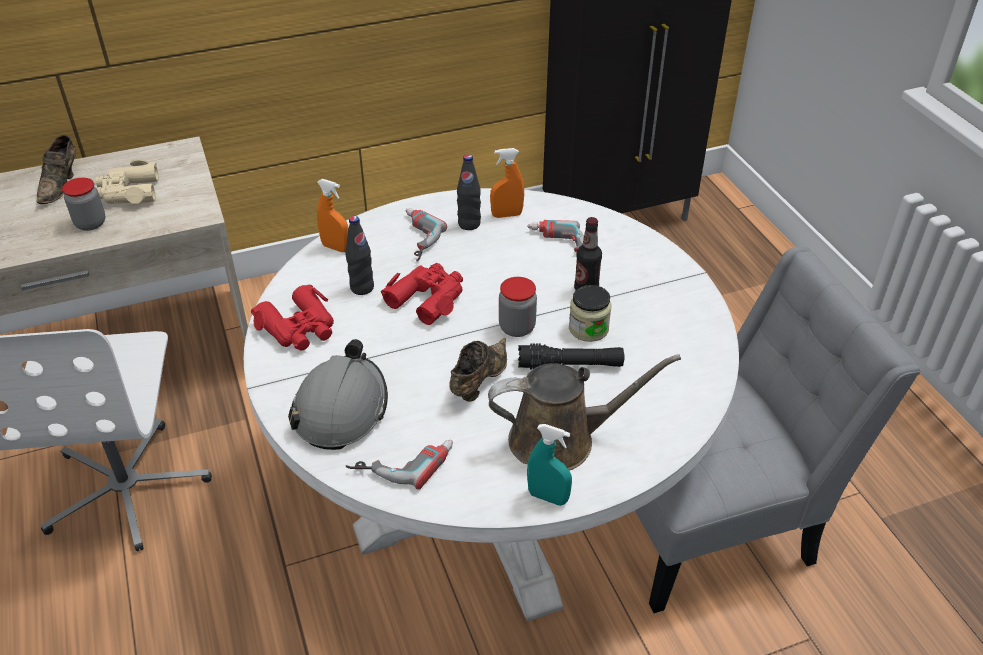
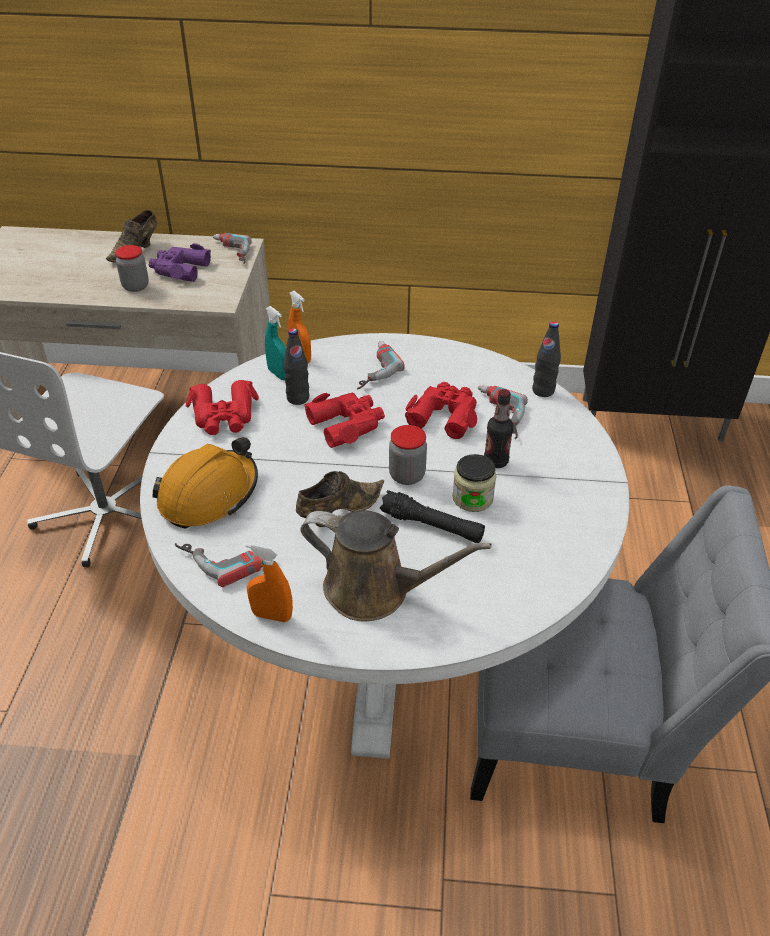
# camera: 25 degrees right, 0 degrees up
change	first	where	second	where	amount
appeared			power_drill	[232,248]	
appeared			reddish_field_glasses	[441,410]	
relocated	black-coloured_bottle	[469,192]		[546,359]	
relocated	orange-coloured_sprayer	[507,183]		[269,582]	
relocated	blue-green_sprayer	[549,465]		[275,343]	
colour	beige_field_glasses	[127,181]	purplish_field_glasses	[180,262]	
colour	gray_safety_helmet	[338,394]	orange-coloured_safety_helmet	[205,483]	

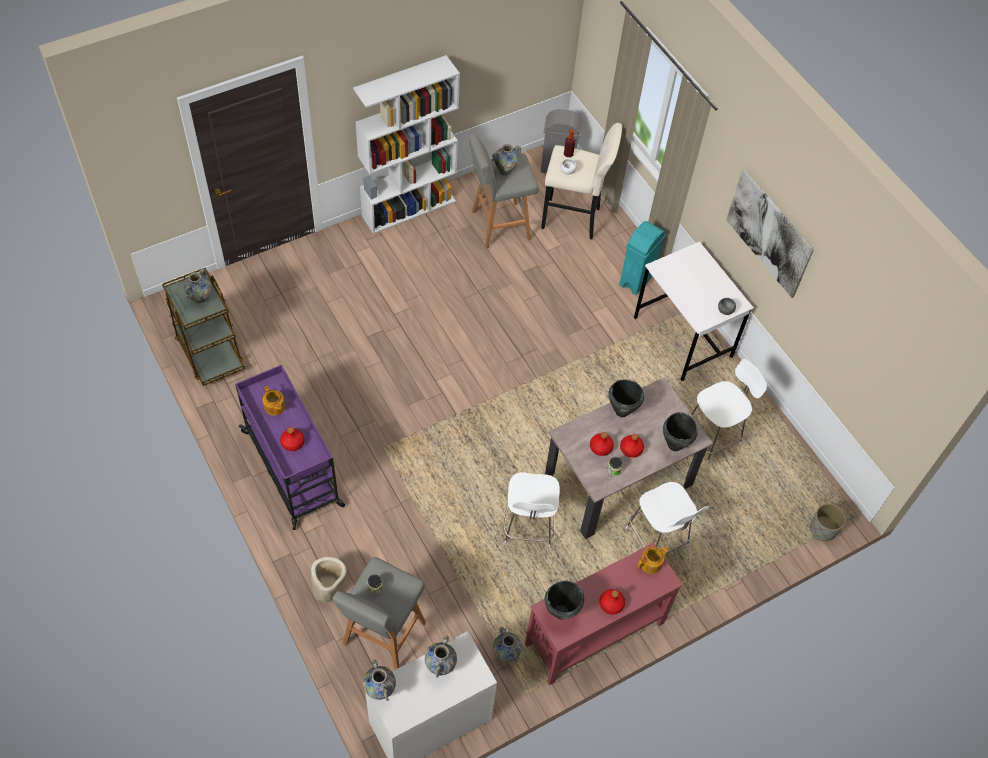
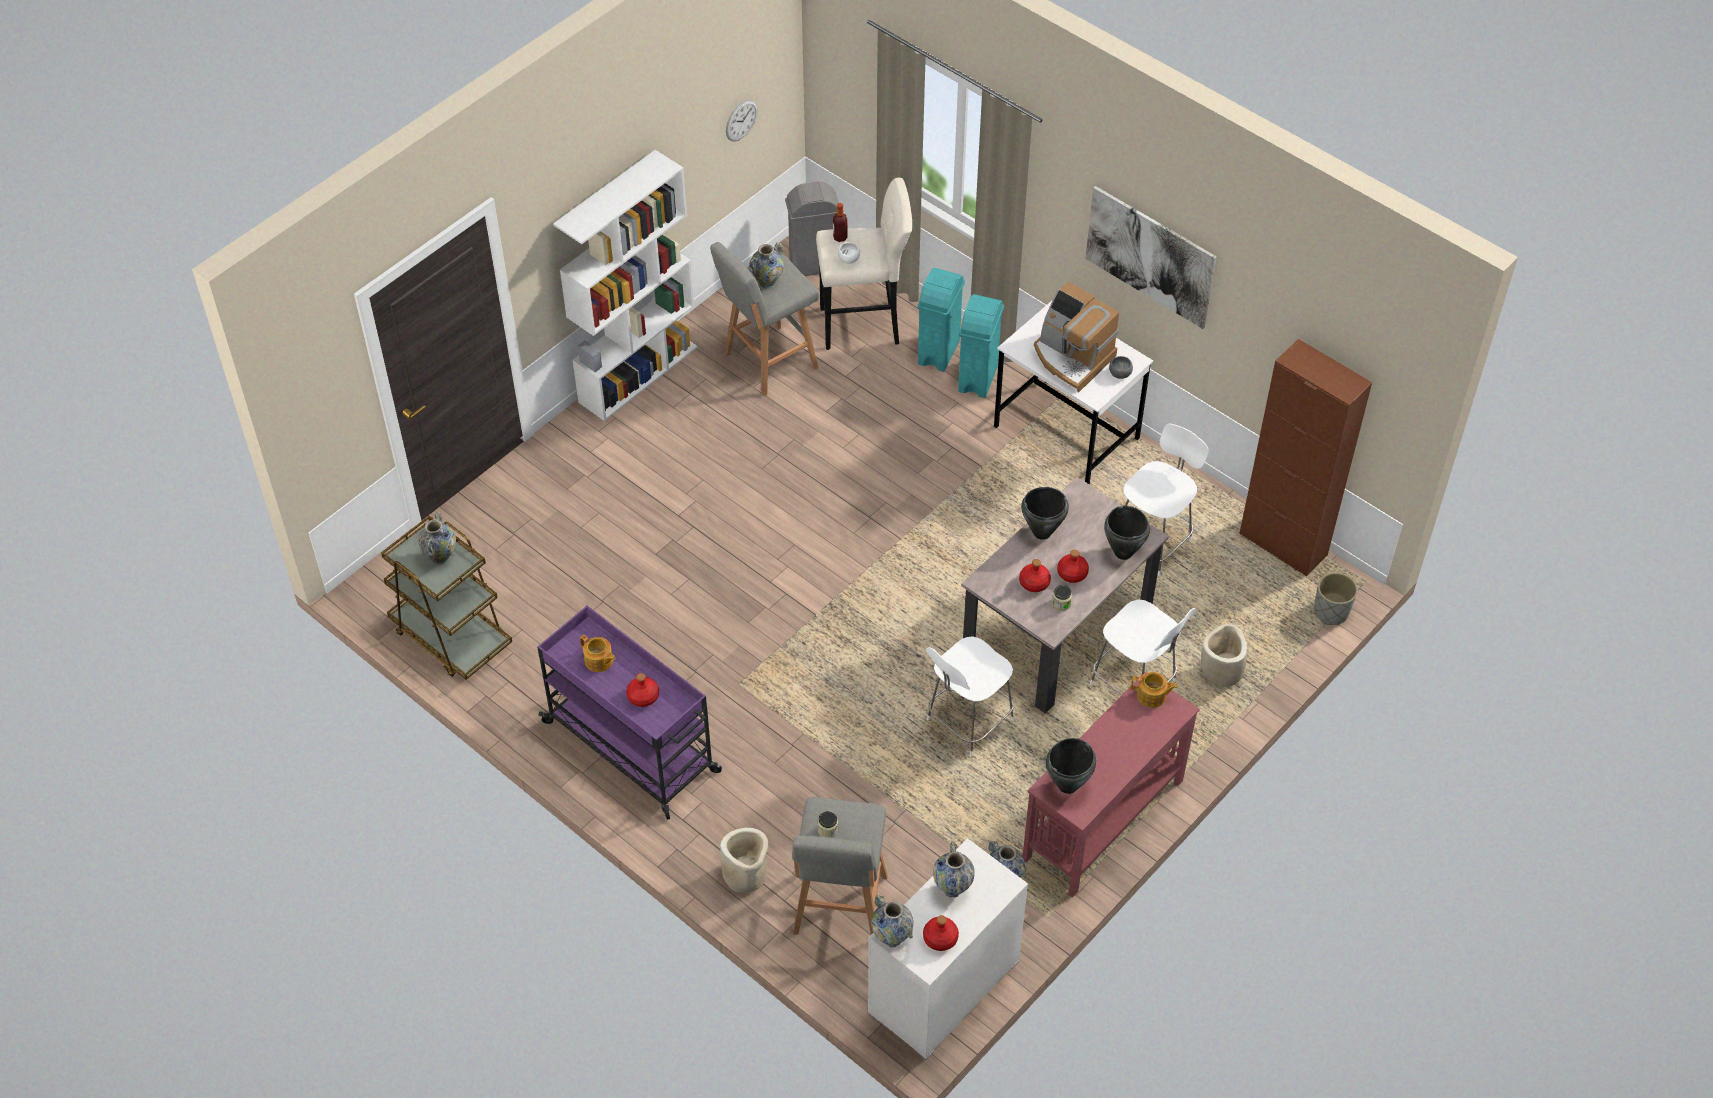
# camera: 15 degrees left, 5 degrees down
change	first	where	second	where	amount
appeared			hanging_clock	[742,121]	
appeared			blue-green_trash_can	[941,320]	
appeared			coffee_brewer	[1076,337]	
appeared			beige_planter	[1224,655]	
appeared			brown-coloured_cupboard	[1305,457]	
relocated	reddish_bottle	[612,602]		[941,933]	
spun	white_upright_chair	[531,510]		[970,696]	60 degrees clockwise
spun	pot_for_tea	[653,560]		[1154,690]	60 degrees clockwise

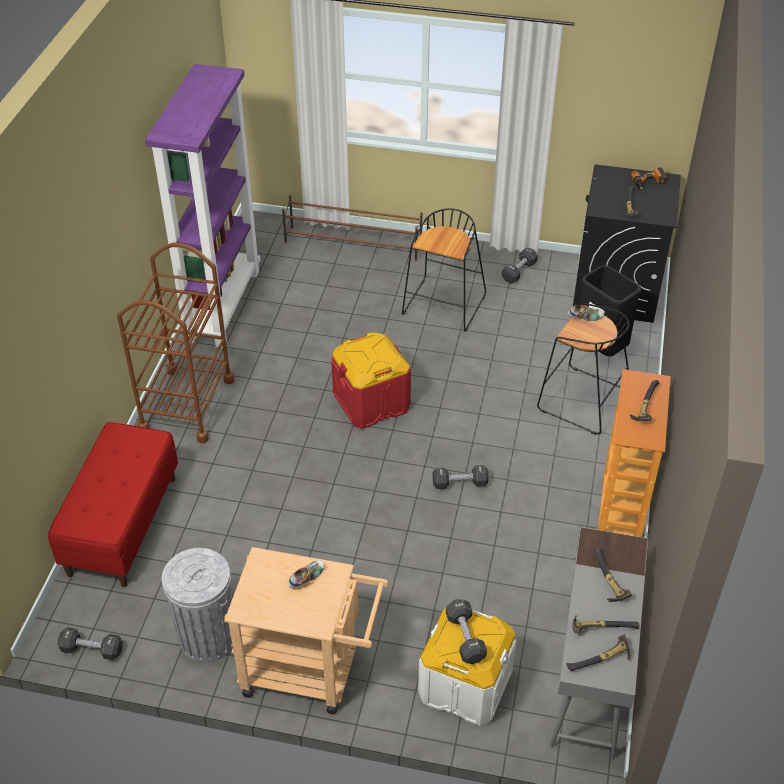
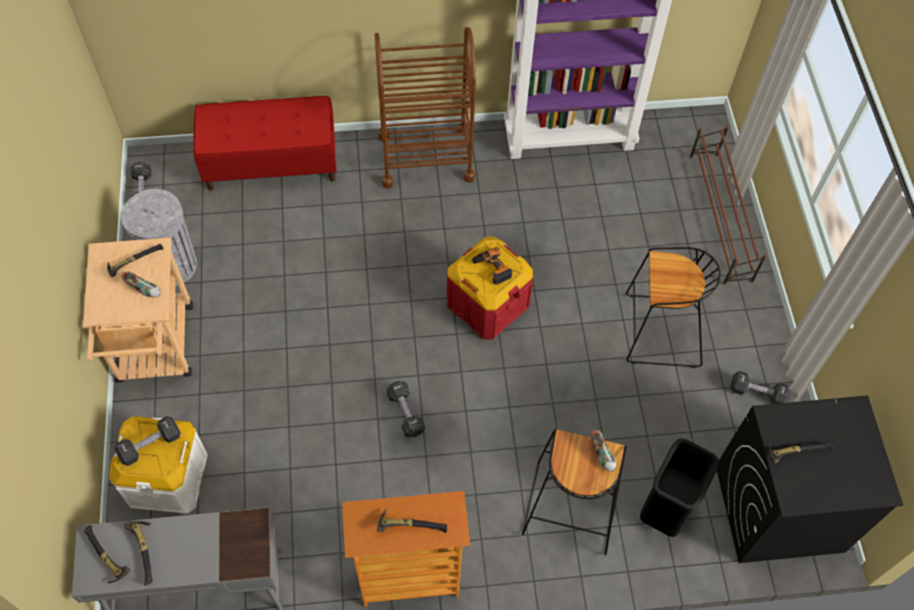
# camera: 70 degrees right, 15 degrees up
change	first	where	second	where	amount
relocated	hand_hammer	[613,574]		[135,260]	
relocated	power_drill	[649,178]		[491,266]	

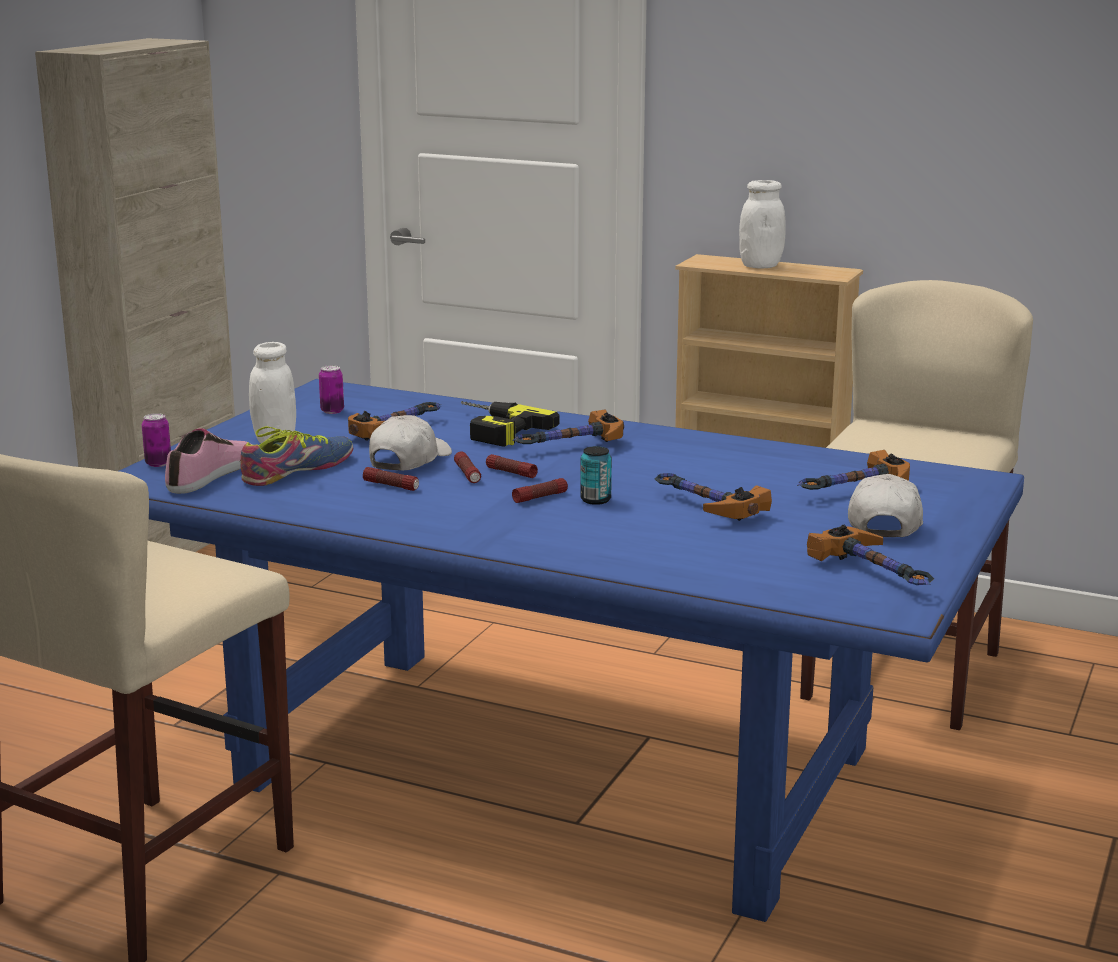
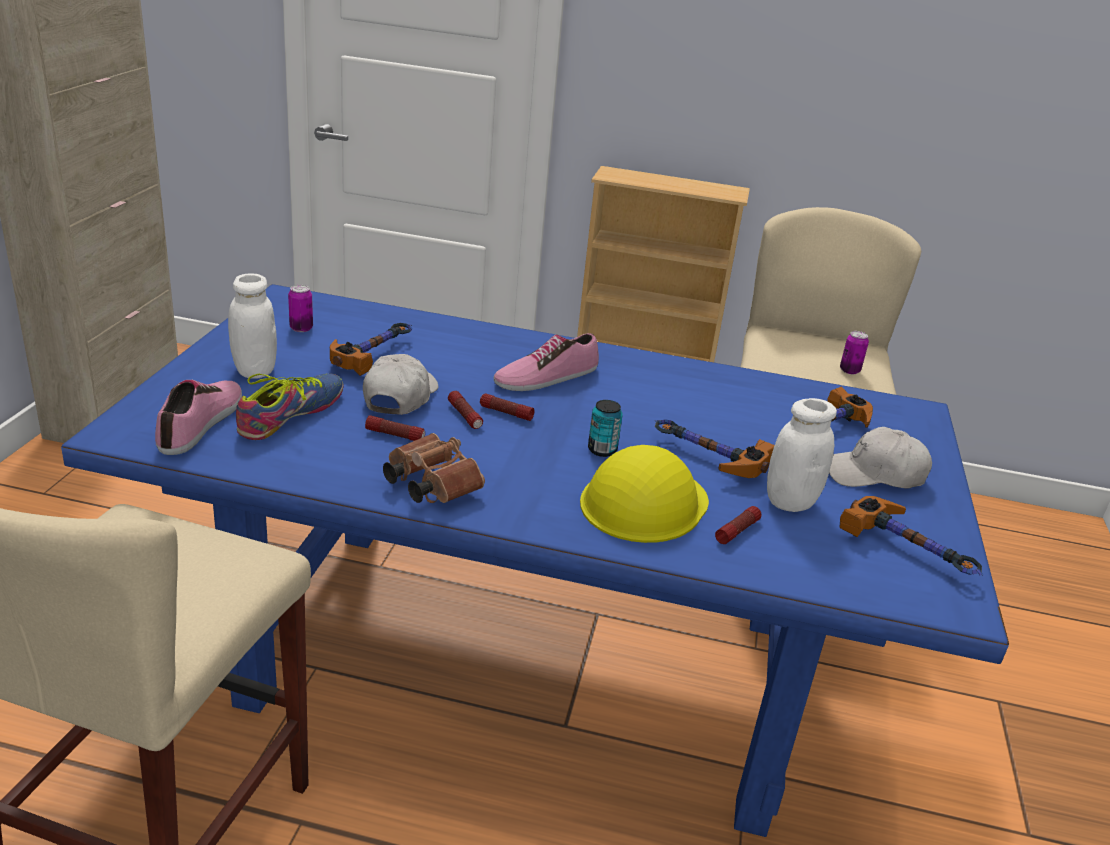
# camera: 15 degrees left, 10 degrees up
change	first	where	second	where	amount
missing	power_drill	[510,424]			
appeared			brown-coloured_field_glasses	[434,468]	
appeared			yellowish_safety_helmet	[644,494]	
relocated	can	[156,440]		[854,352]	
relocated	hand_torch	[540,490]		[738,525]	
relocated	white_jar	[762,224]		[802,455]	
exchanged	hand_hammer	[568,426]	item_of_footwear	[546,362]	
spun	white_cap	[885,505]		[880,457]	90 degrees counterclockwise

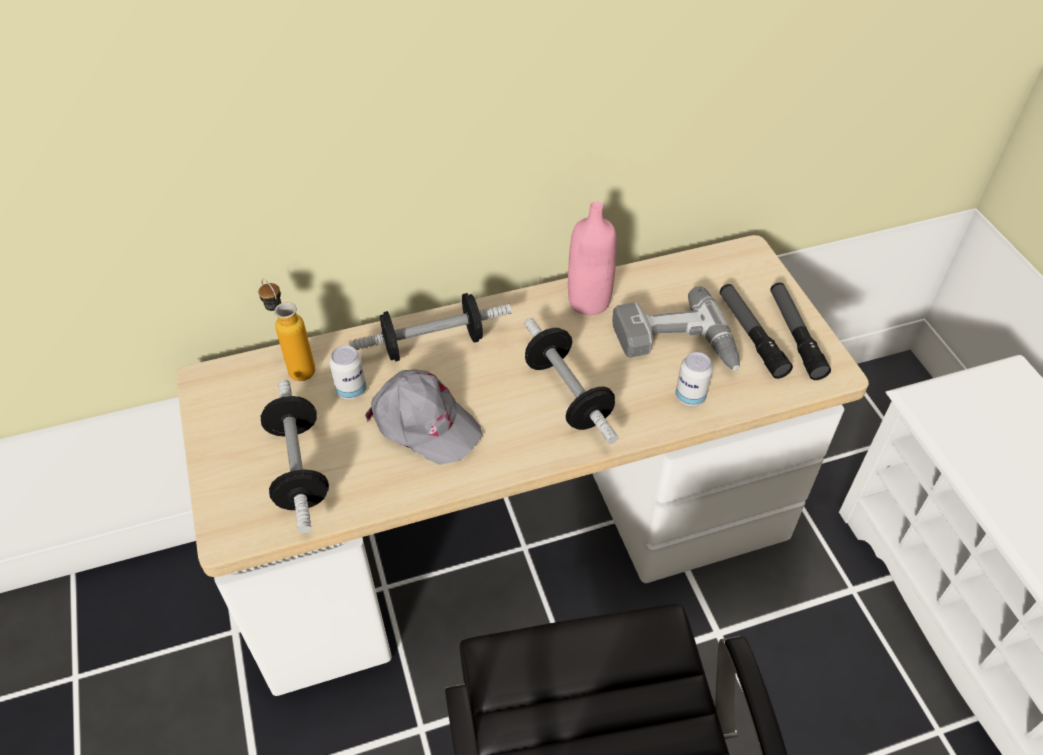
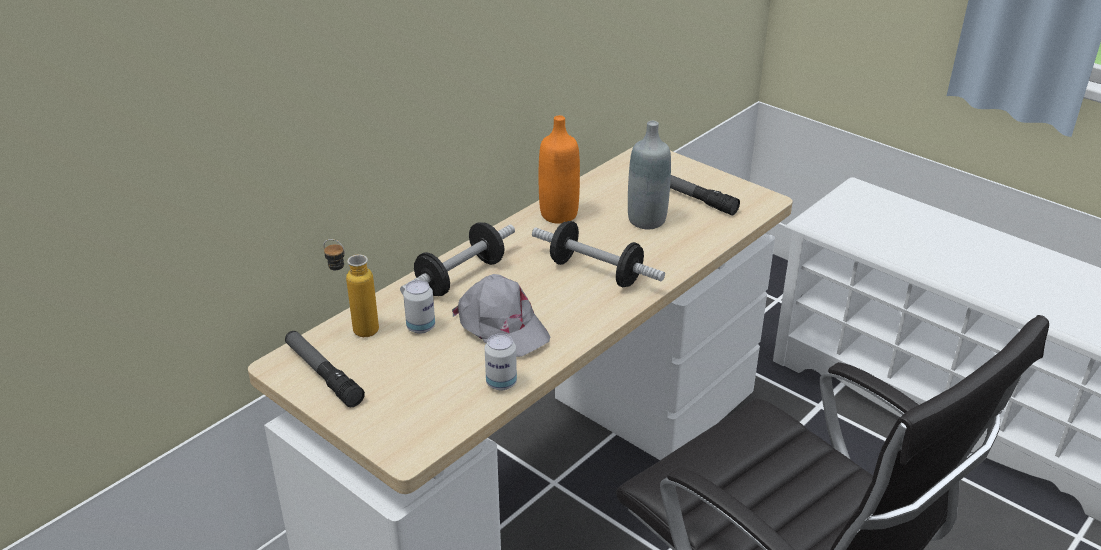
# camera: 30 degrees left, 15 degrees down
change	first	where	second	where	amount
missing	hand_weight	[295,456]			
relocated	can	[694,379]		[501,362]	
relocated	hand_torch	[800,331]		[325,369]	
exchanged	power_drill	[676,328]	gray_bottle	[649,175]	
colour	pinkish_bottle	[592,258]	orange-coloured_bottle	[559,169]	
spun	gray_cap	[424,417]		[501,315]	45 degrees clockwise

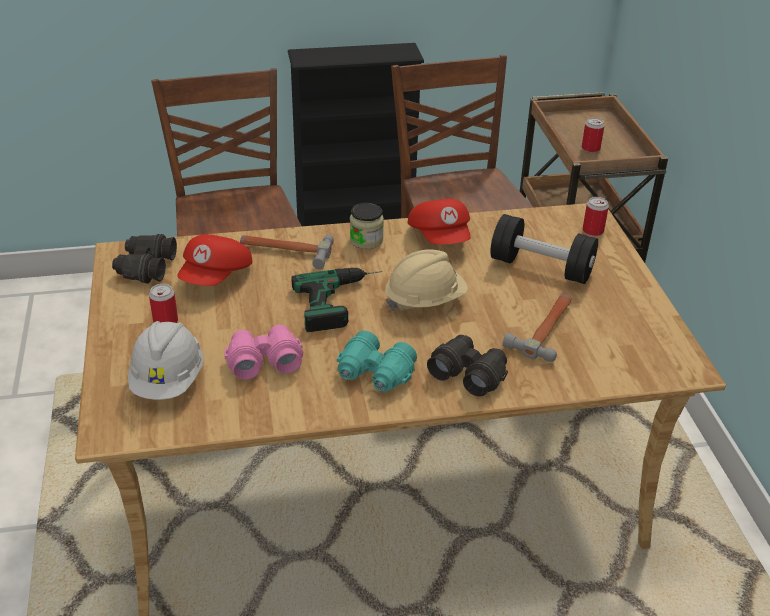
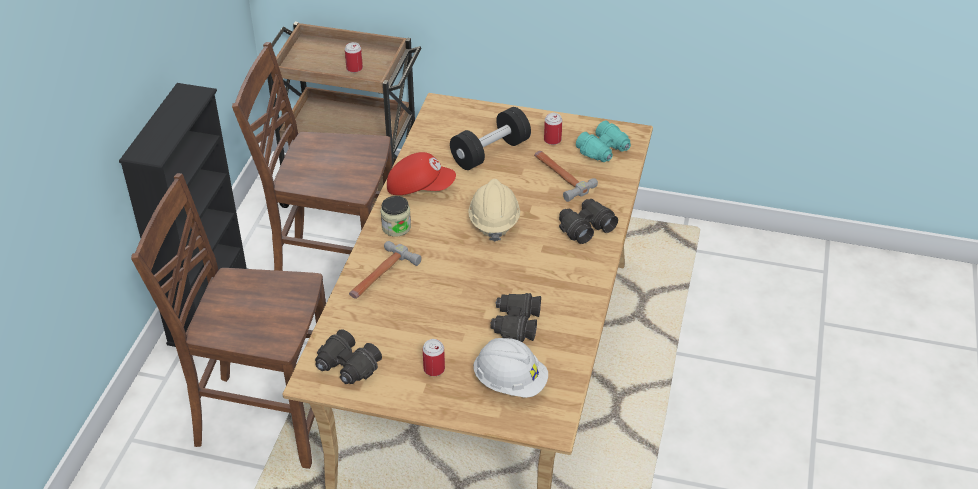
# camera: 65 degrees left, 5 degrees up
change	first	where	second	where	amount
missing	reddish_cap	[214,260]			
missing	power_drill	[336,300]			
relocated	blue-green_field_glasses	[377,361]		[603,141]	
relocated	can	[596,216]		[553,129]	
colour	pinkish_field_glasses	[263,352]	black-coloured_field_glasses	[515,317]	

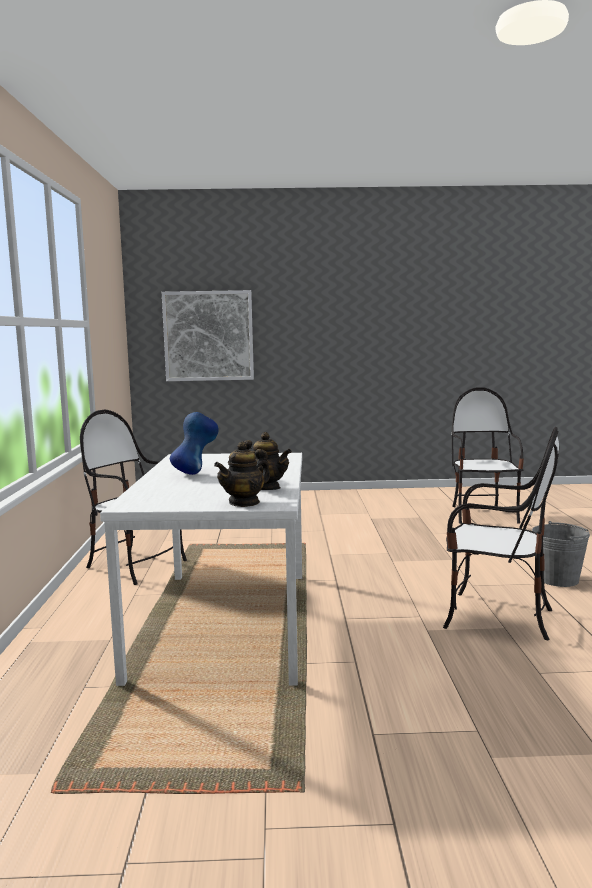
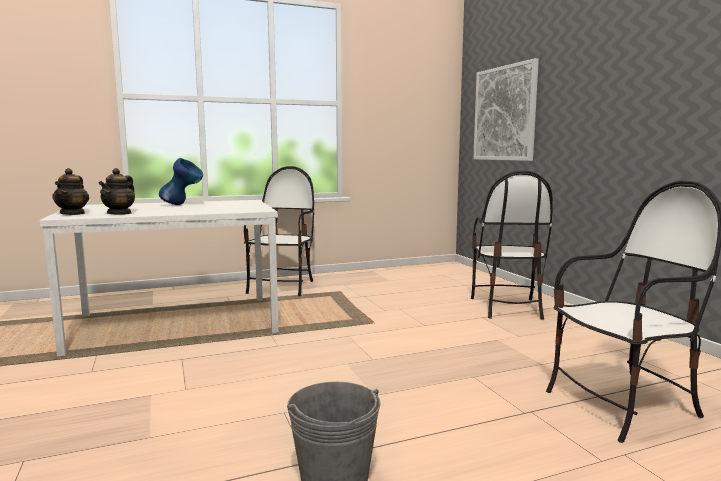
# camera: 70 degrees right, 0 degrees up
change	first	where	second	where	amount
relocated	upright_chair	[501,533]		[512,245]	
spun	pot_for_tea	[242,474]		[70,191]	120 degrees counterclockwise

